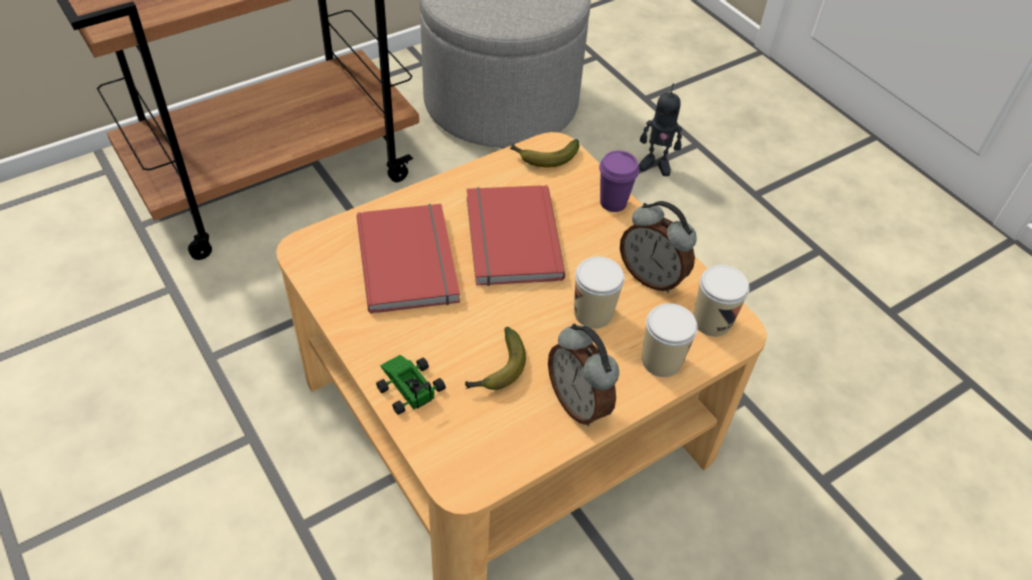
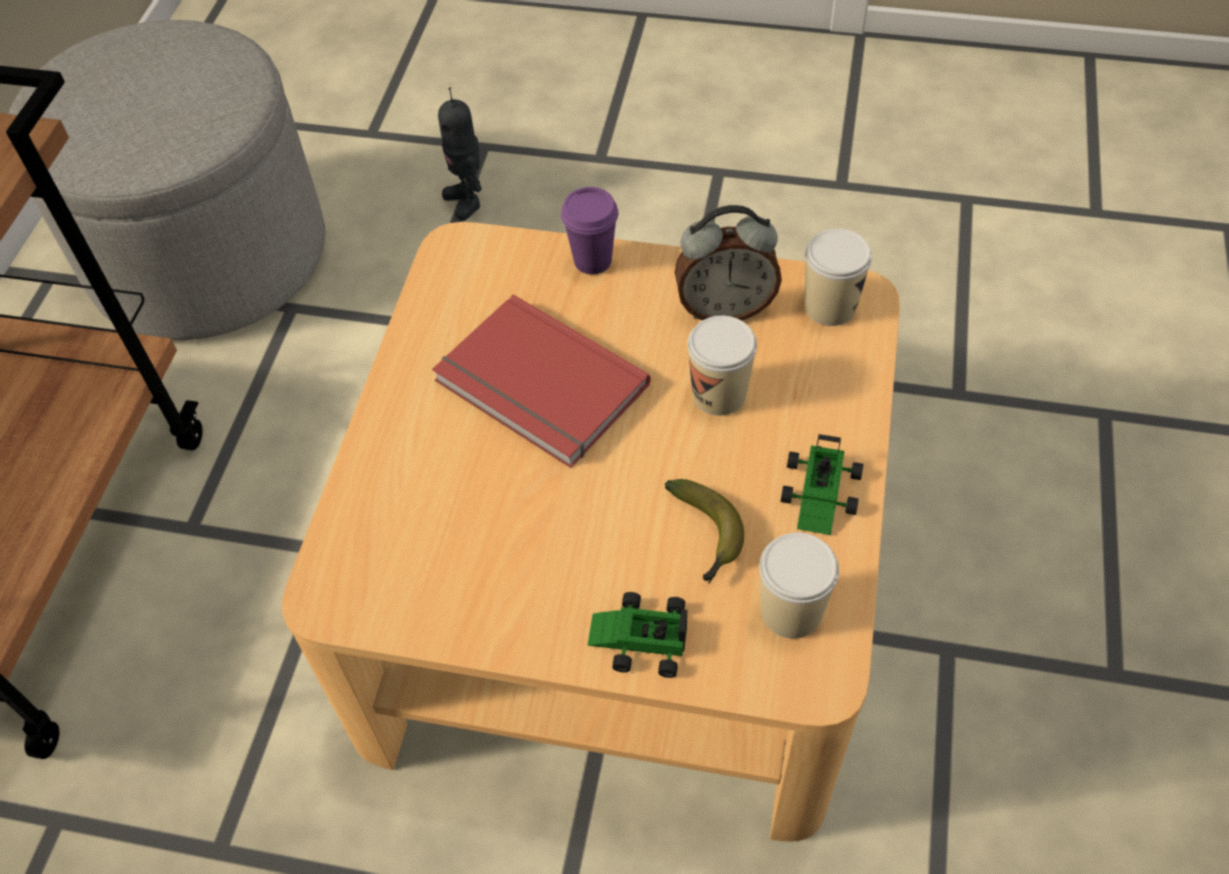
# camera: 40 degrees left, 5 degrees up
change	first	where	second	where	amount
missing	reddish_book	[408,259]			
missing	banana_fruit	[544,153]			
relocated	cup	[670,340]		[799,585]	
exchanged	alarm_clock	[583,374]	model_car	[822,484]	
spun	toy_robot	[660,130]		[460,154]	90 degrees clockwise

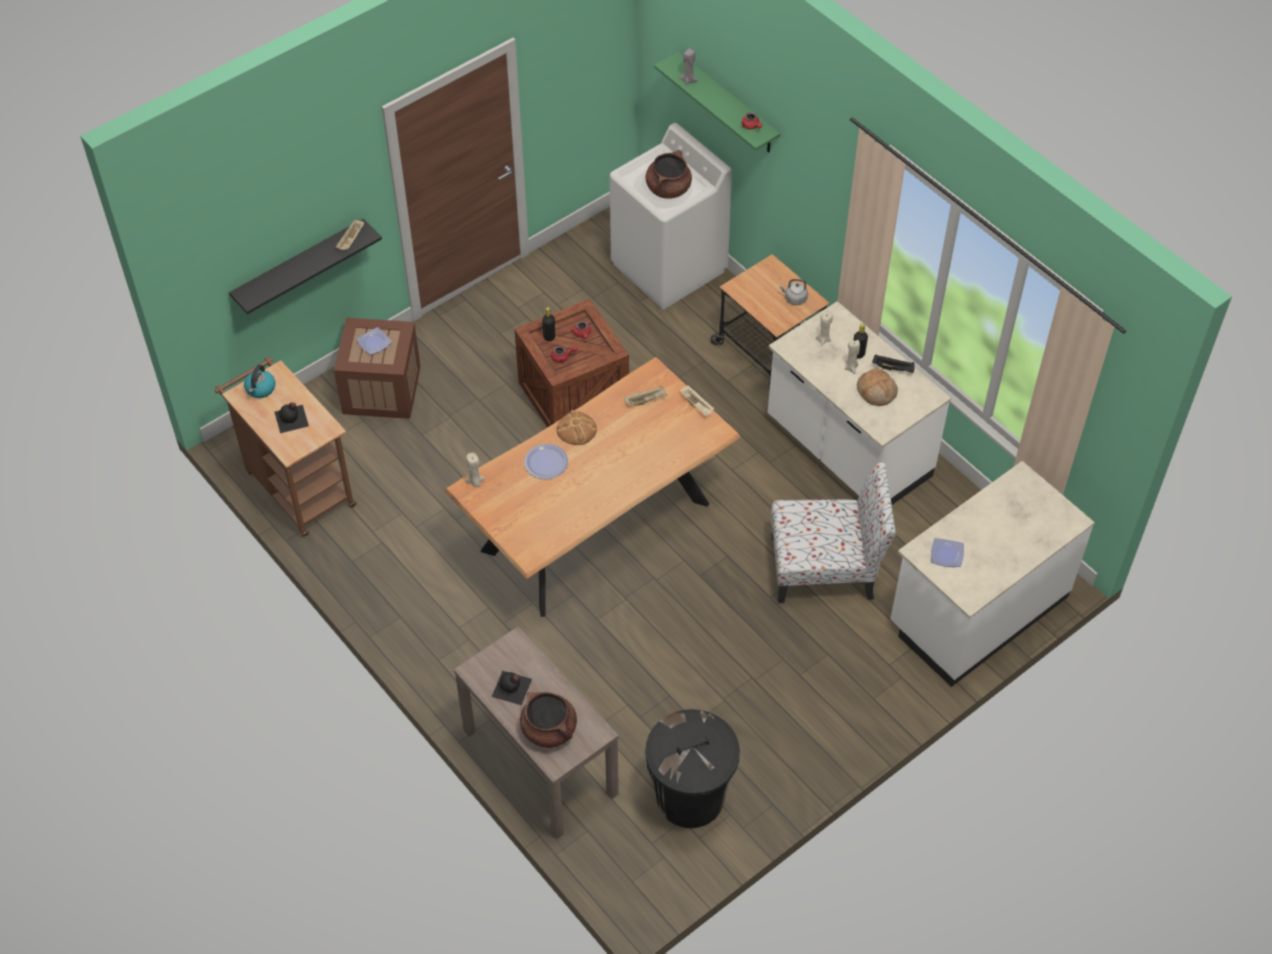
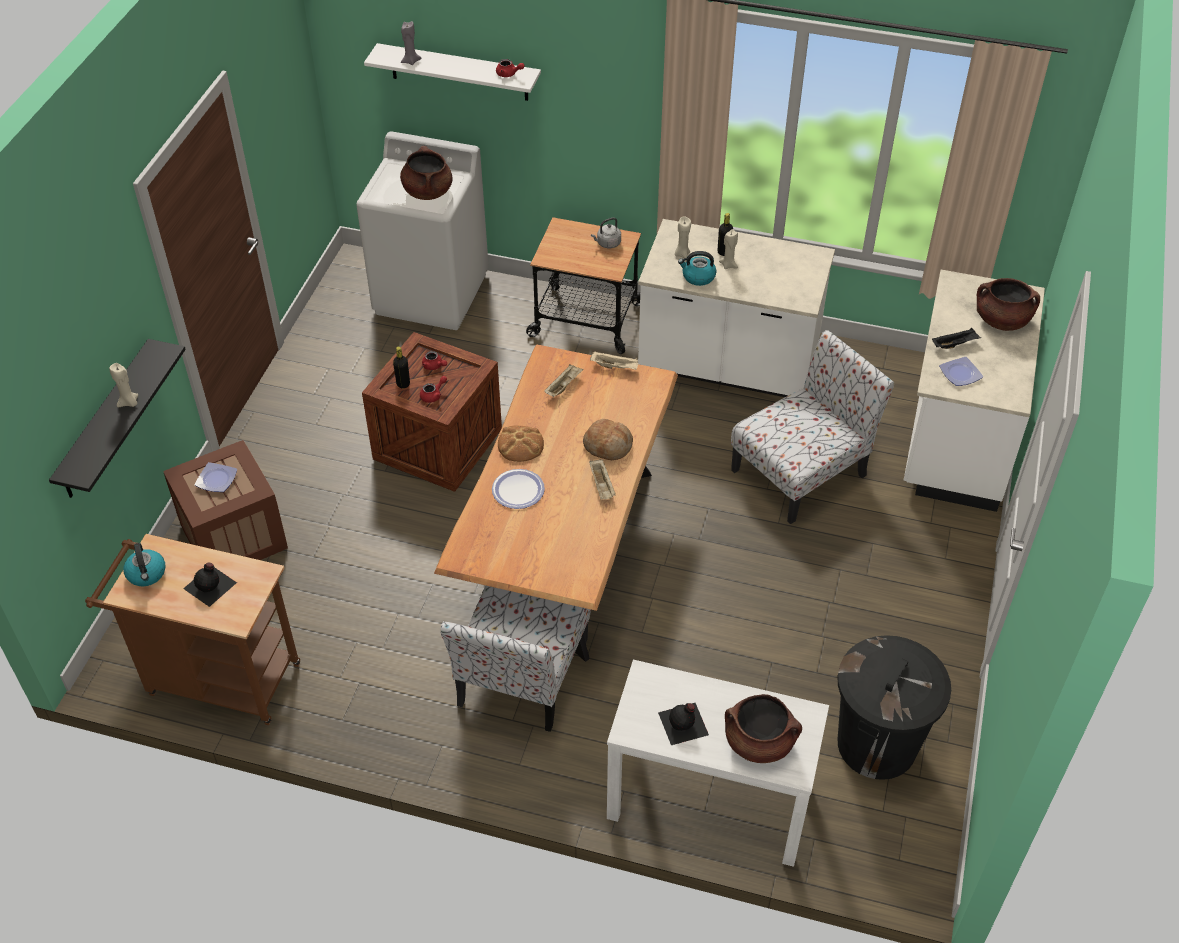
# camera: 35 degrees left, 5 degrees down
change	first	where	second	where	amount
appeared			upright_chair	[515,658]	
appeared			kettle	[697,268]	
appeared			brown-coloured_cooking_pot	[1008,304]	
relocated	beige_carrying_tray	[350,234]		[602,479]	
relocated	beige_candle	[475,470]		[123,385]	
relocated	bread	[877,387]		[608,439]	
relocated	black-coloured_carrying_tray	[893,363]		[956,338]	
colour	brown-coloured_narrow_table	[536,732]	white_narrow_table	[718,763]	
colour	green-coloured_wall_shelf	[717,102]	white_wall_shelf	[452,72]	

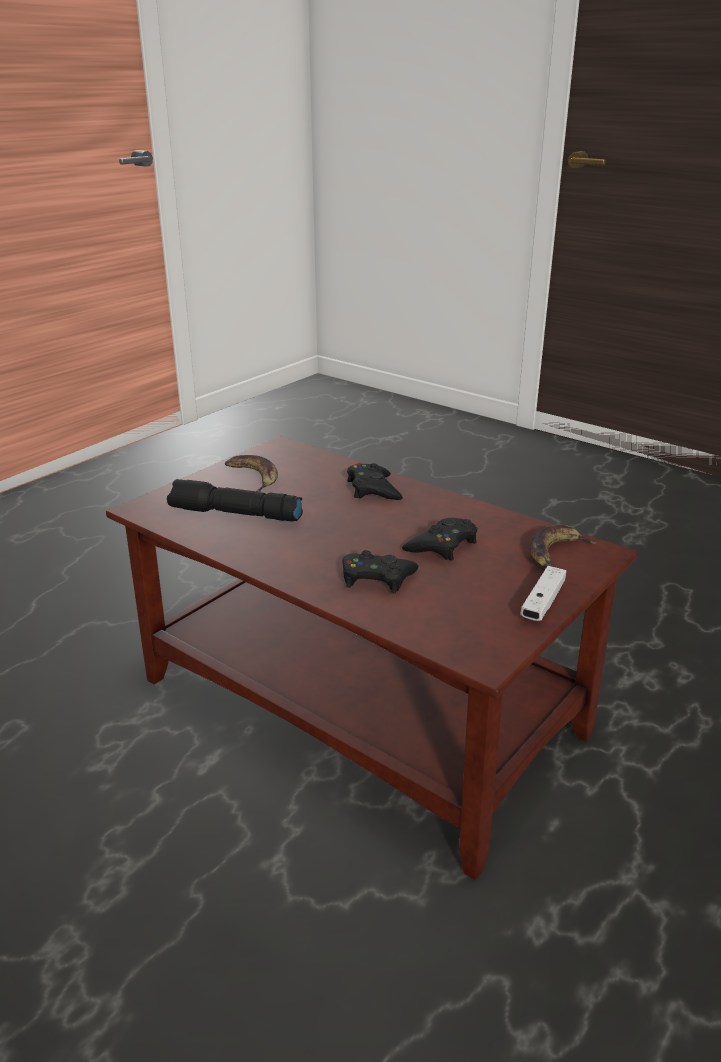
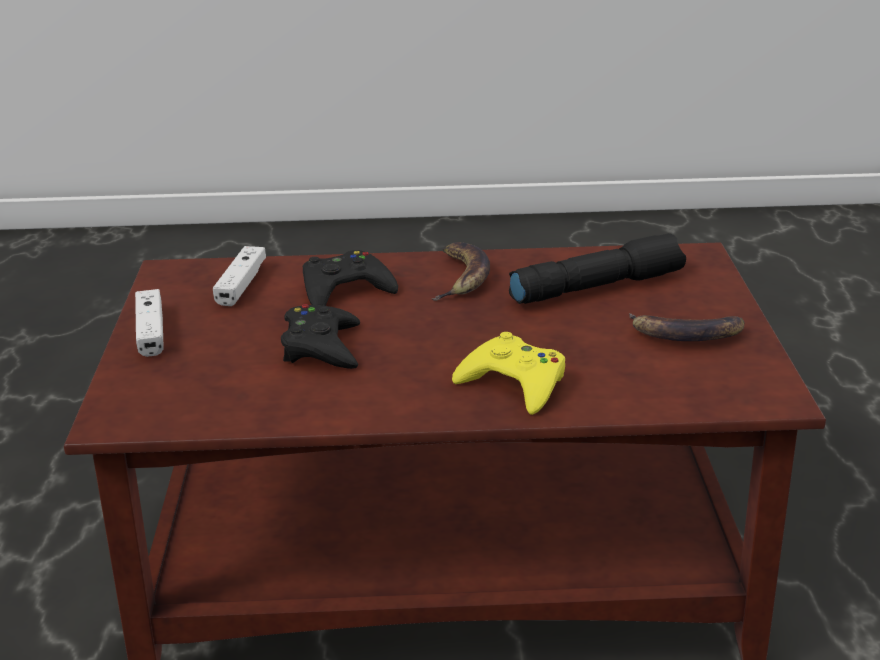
# camera: 140 degrees right, 0 degrees up
change	first	where	second	where	amount
appeared			white_game_controller	[239,276]	
relocated	banana_fruit	[563,546]		[461,271]	
colour	black-coloured_game_controller	[375,481]	yellowish_game_controller	[508,373]	

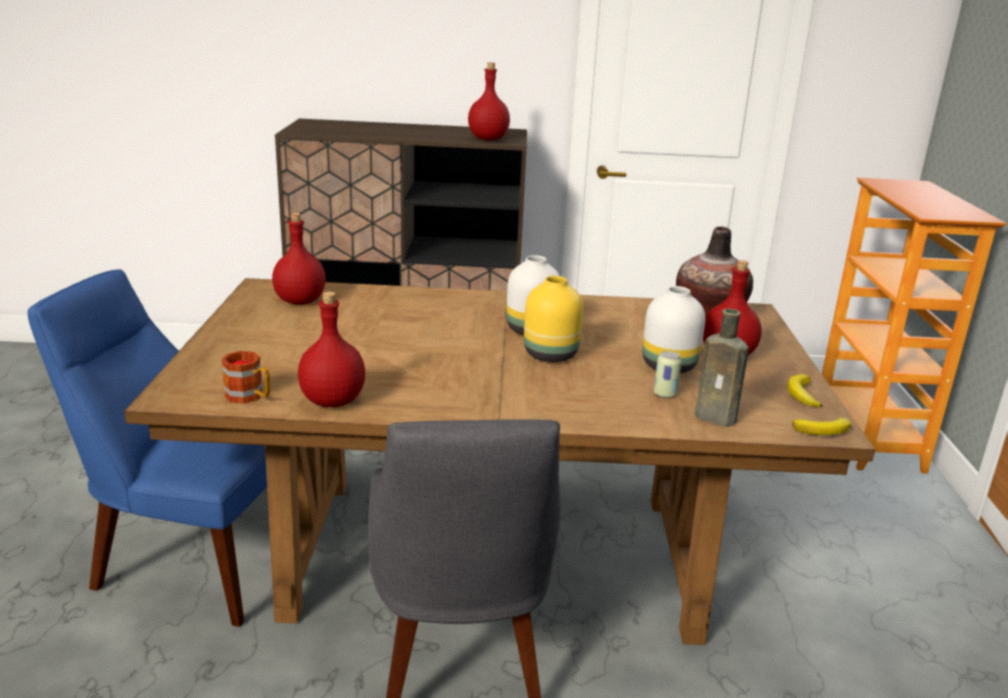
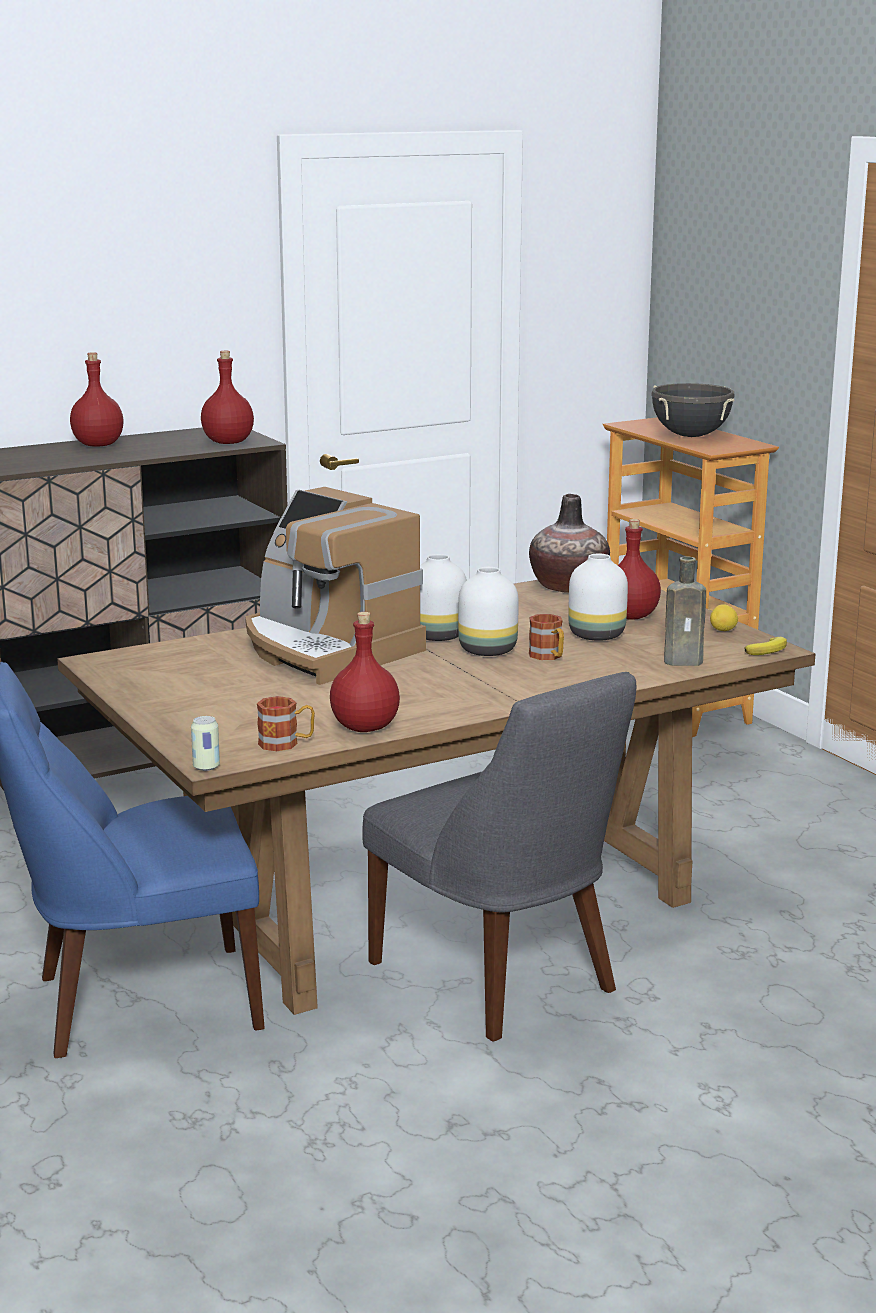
# camera: 30 degrees left, 5 degrees down
change	first	where	second	where	amount
appeared			coffee_brewer	[335,586]	
appeared			coffee_mug	[546,637]	
appeared			black-coloured_cooking_pot	[692,410]	
relocated	reddish_bottle	[299,259]		[97,399]	
relocated	can	[668,374]		[205,743]	
exchanged	banana_fruit	[804,391]	whole_lemon	[724,617]	
colour	yellowish_vase	[553,319]	white_vase	[488,611]	

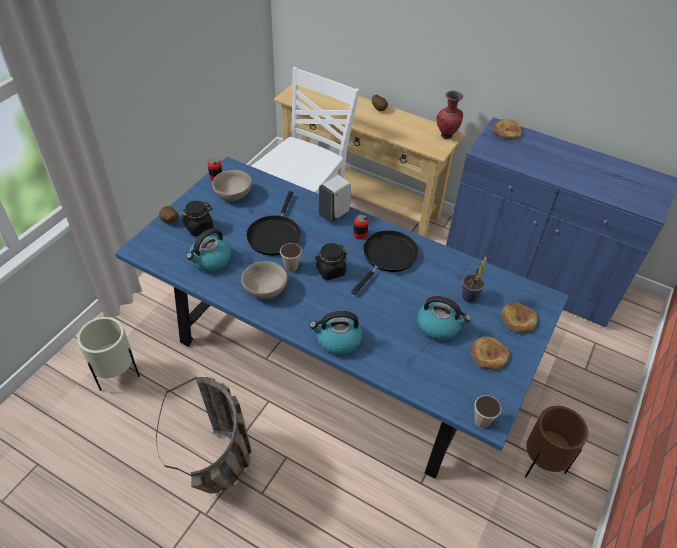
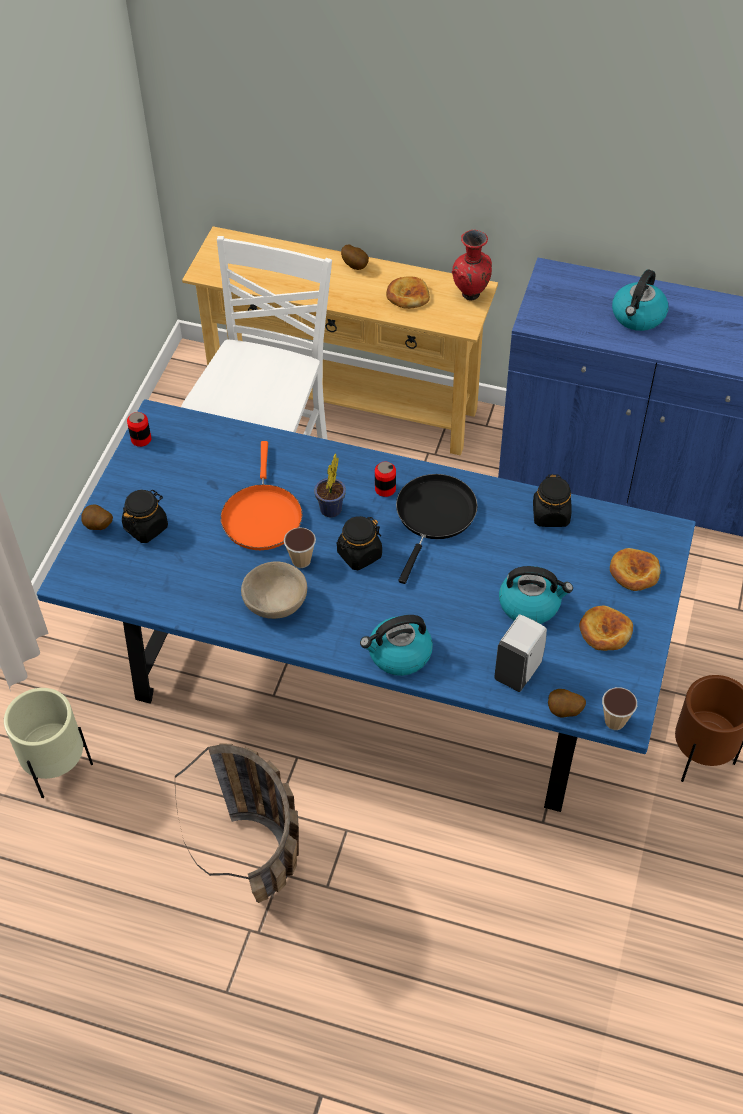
# camera: 10 degrees left, 5 degrees up
change	first	where	second	where	amount
missing	beige_deep_dish	[232,185]			
appeared			black-coloured_jar	[552,500]	
appeared			spud	[567,703]	
relocated	kettle	[208,250]		[640,300]	
relocated	white_soap_bottle	[335,199]		[520,653]	
relocated	houseplant	[474,279]		[330,486]	
relocated	bread	[507,129]		[408,292]	
colour	black-coloured_pan	[273,223]	orange-coloured_pan	[261,495]	

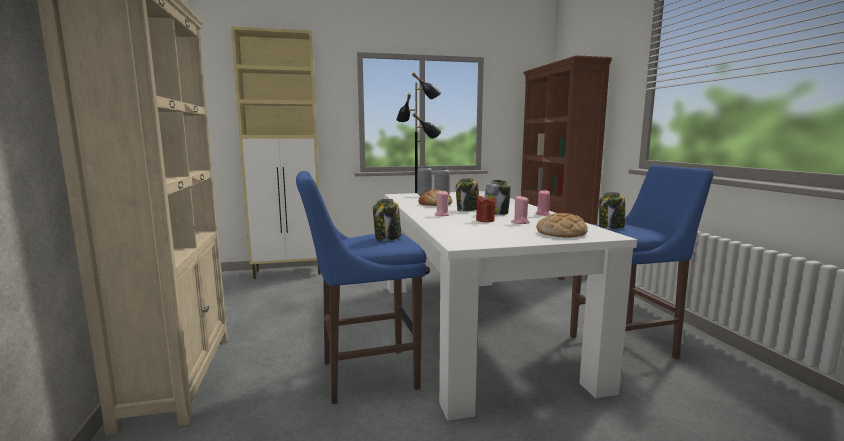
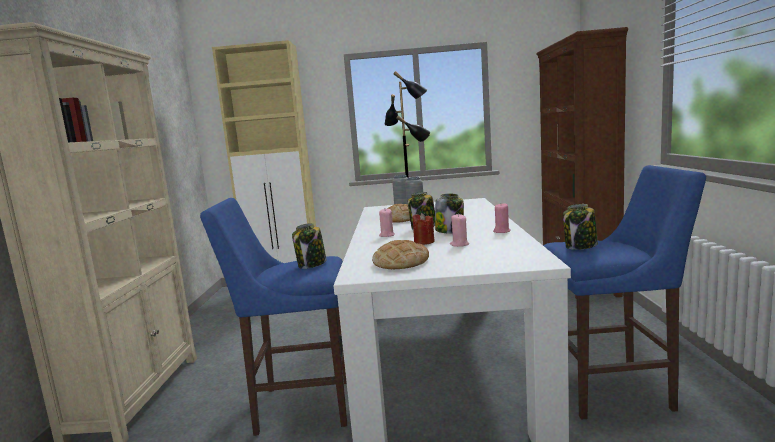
# camera: 15 degrees right, 0 degrees up
change	first	where	second	where	amount
relocated	bread	[562,225]		[400,254]	

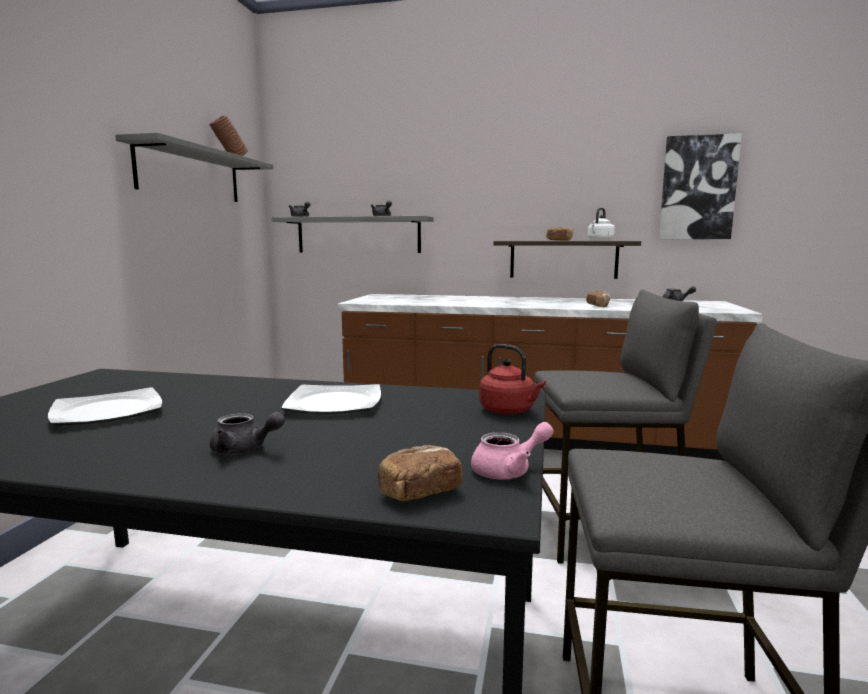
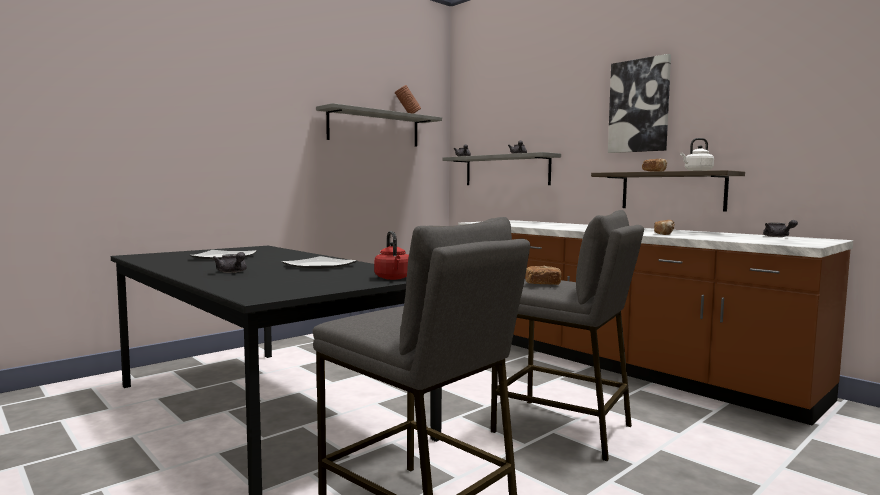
# camera: 35 degrees right, 5 degrees down
change	first	where	second	where	amount
missing	pinkish_pot_for_tea	[512,450]			
relocated	bread	[420,473]		[543,275]	
relocated	picture	[700,186]		[639,103]	

